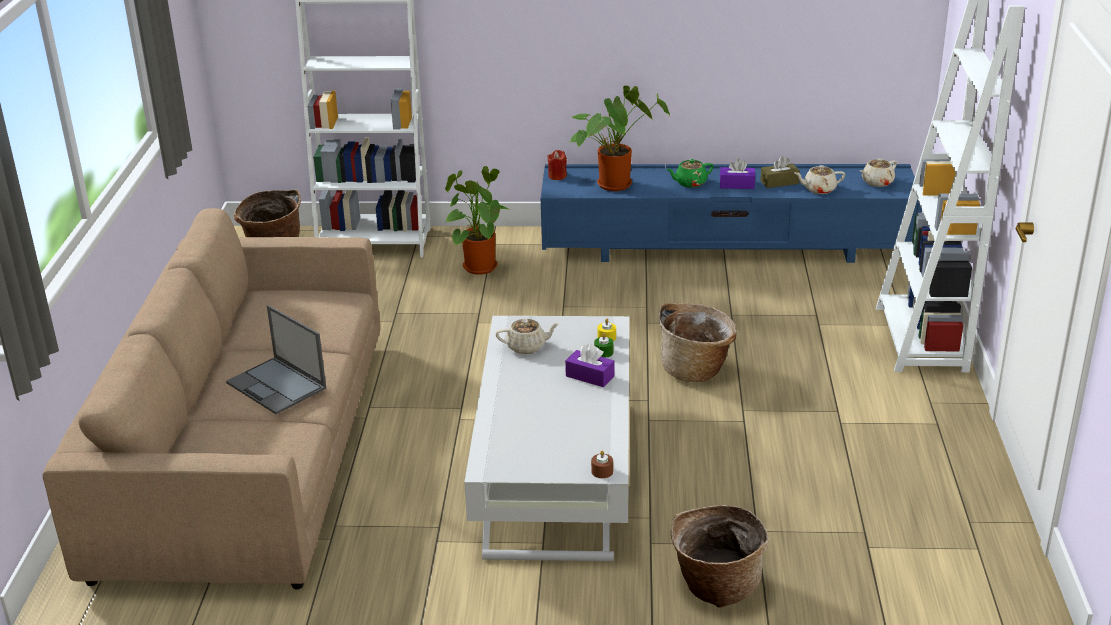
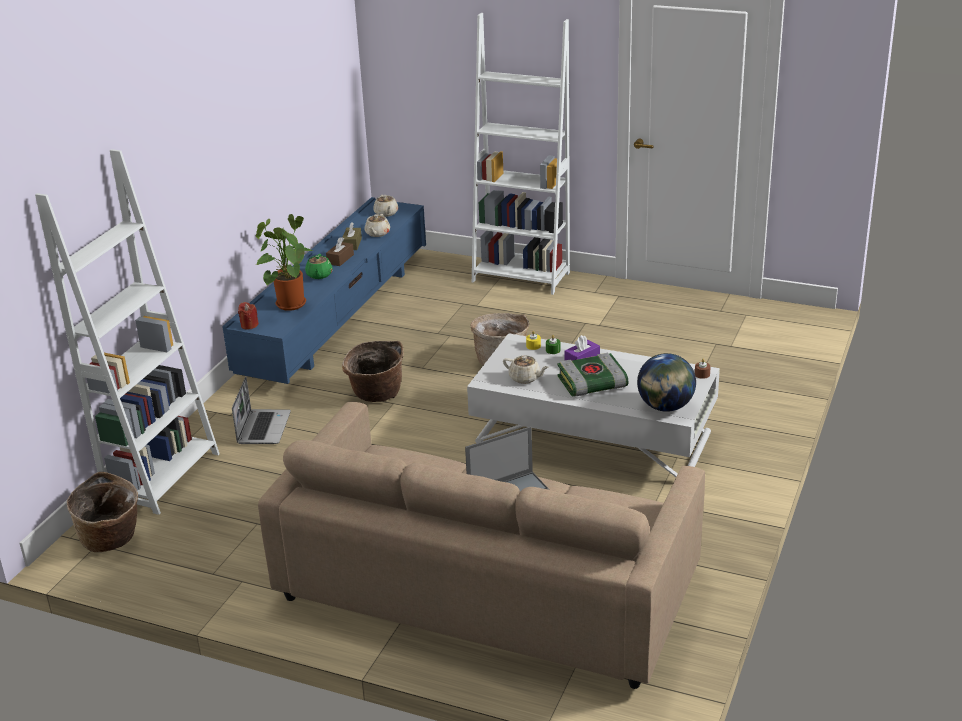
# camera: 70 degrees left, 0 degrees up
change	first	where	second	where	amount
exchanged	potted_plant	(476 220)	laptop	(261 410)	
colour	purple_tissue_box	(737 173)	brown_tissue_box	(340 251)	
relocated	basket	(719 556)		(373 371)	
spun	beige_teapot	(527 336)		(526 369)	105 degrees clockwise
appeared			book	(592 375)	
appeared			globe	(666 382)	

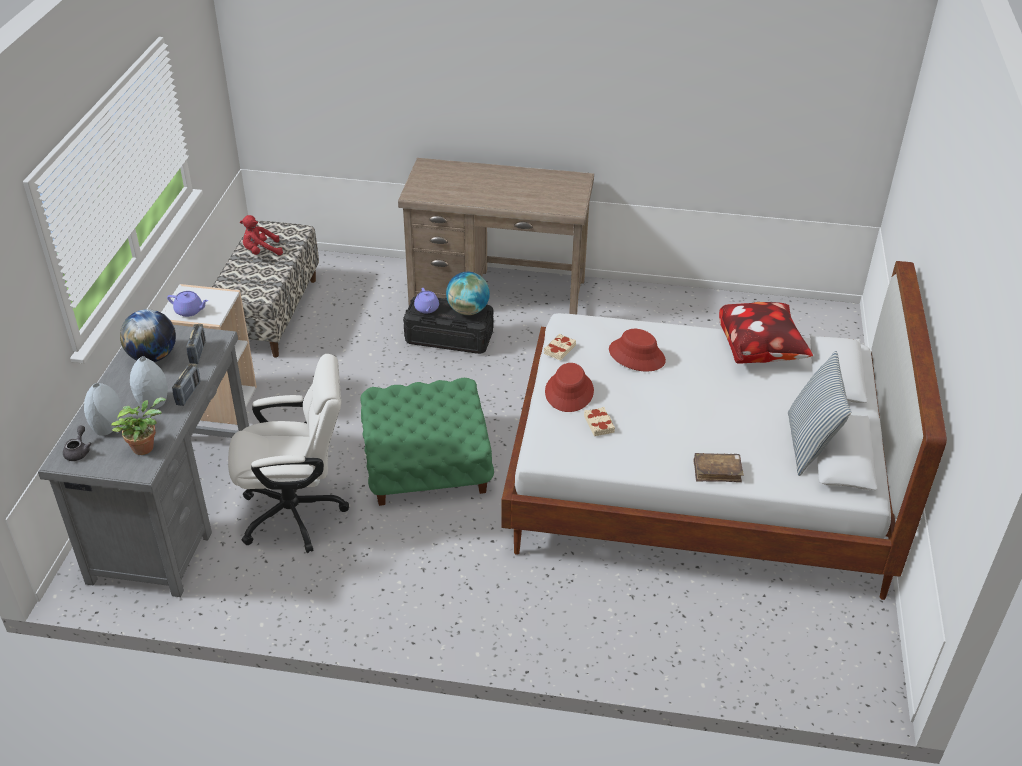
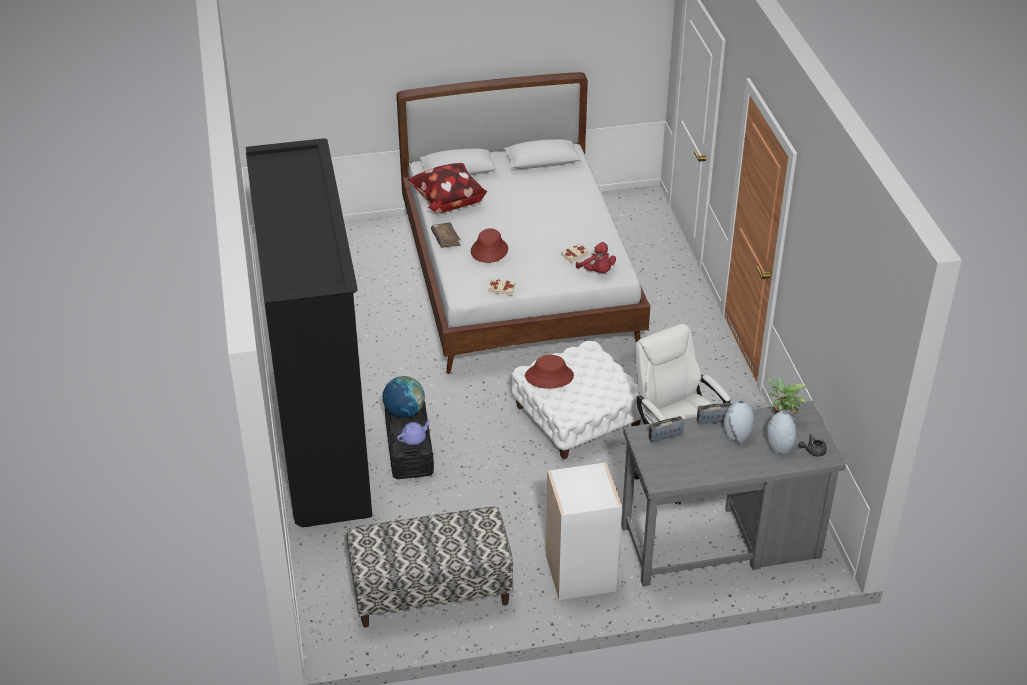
# camera: 110 degrees left, 0 degrees up
change	first	where	second	where	amount
exchanged	brown_desk	(496 236)	black_wardrobe	(309 332)	
relocated	brown_book	(719 467)		(446 235)	
colour	green_ottoman	(427 442)	white_ottoman	(576 400)	
relocated	red_hat	(569 387)		(549 372)	
relocated	red_plush_toy	(261 235)		(596 257)	
missing	globe	(148 335)			
missing	purple_teapot	(188 304)			
missing	pillow	(819 413)			

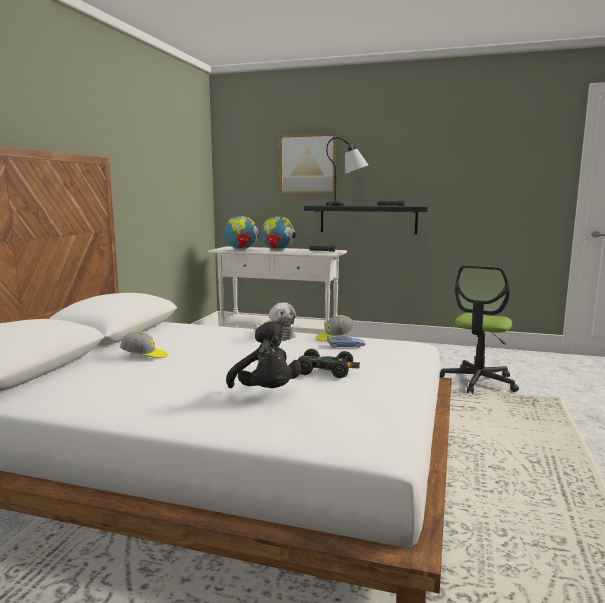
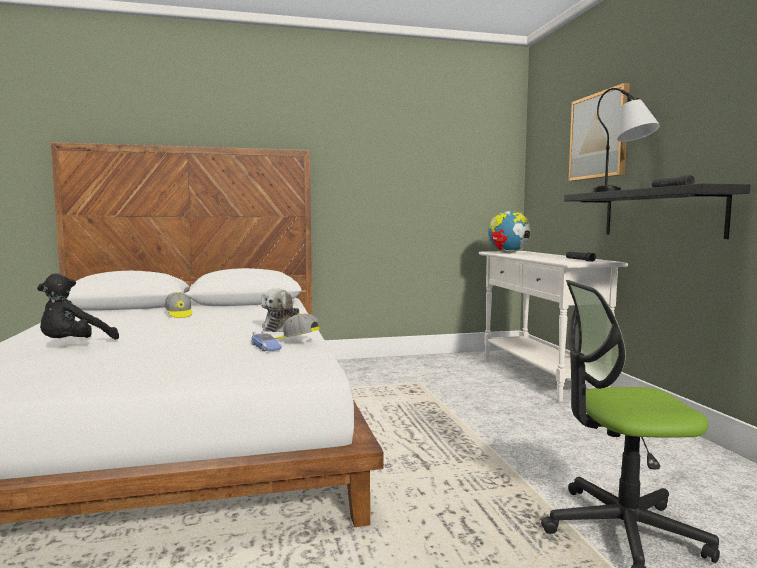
# camera: 60 degrees right, 5 degrees down
change	first	where	second	where	amount
missing	globe	(278 233)			
missing	black_toy_car	(329 363)			

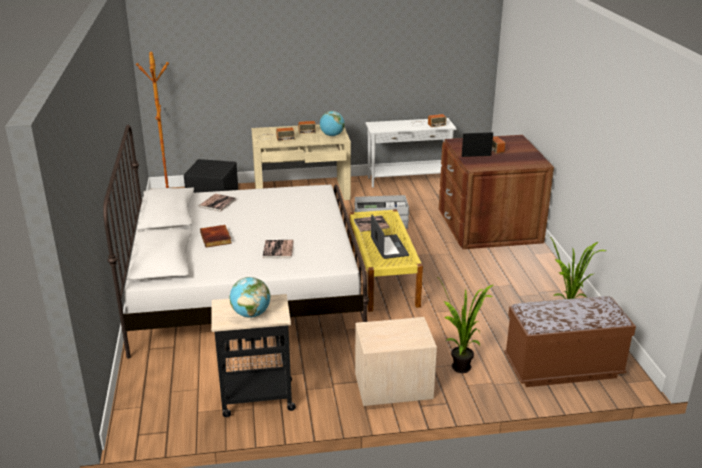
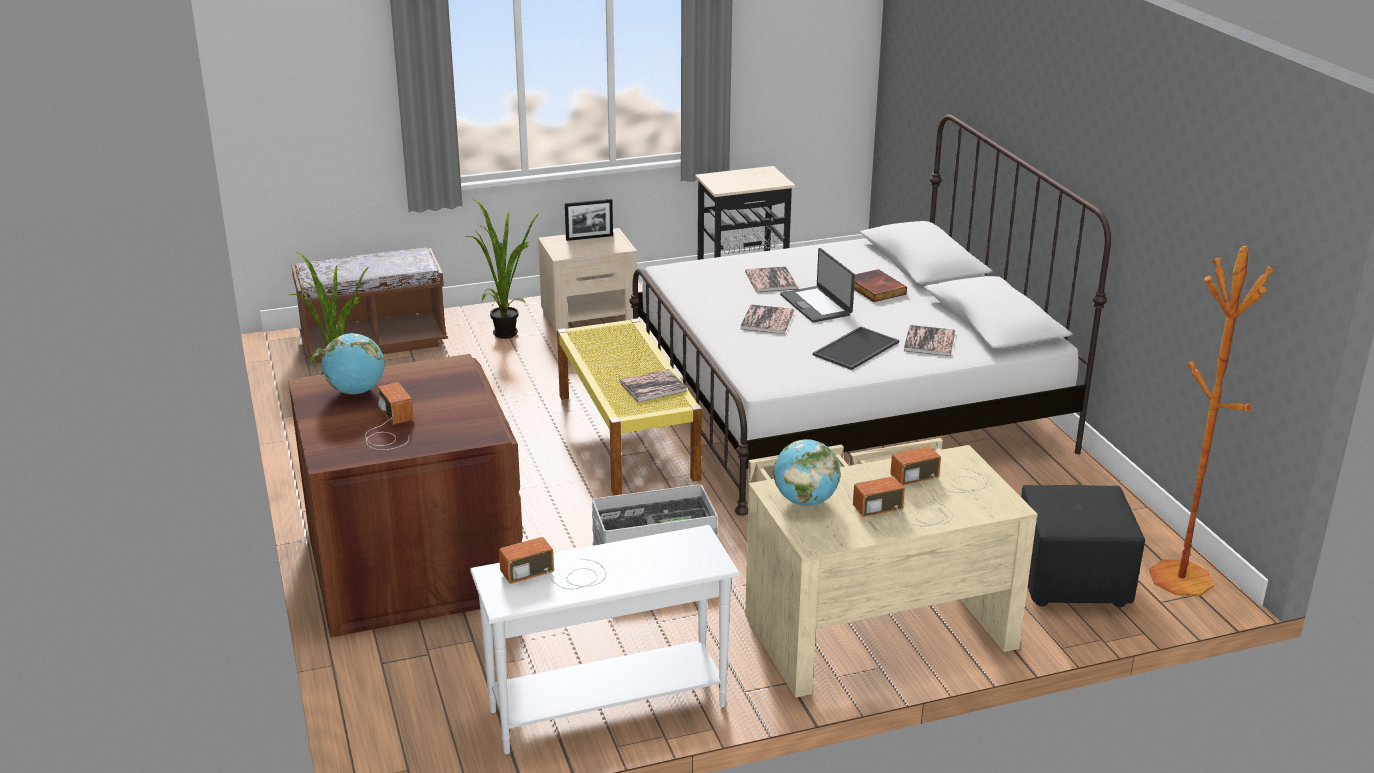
# camera: 170 degrees right, 0 degrees up
change	first	where	second	where	amount
relocated	globe	(250 297)		(353 363)	
relocated	picture_frame	(477 144)		(589 220)	
appeared			book	(767 319)	
relocated	laptop	(390 237)		(817 285)	
appeared			tray	(856 348)	

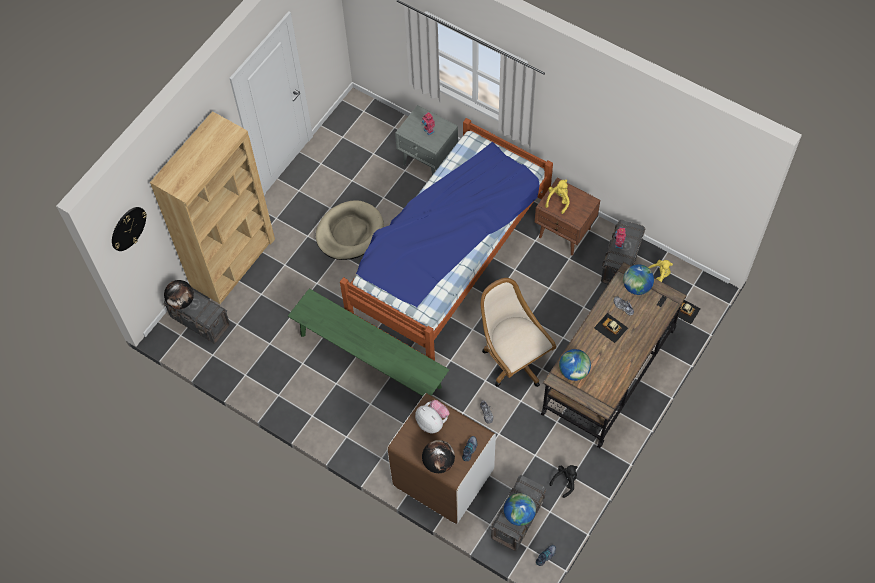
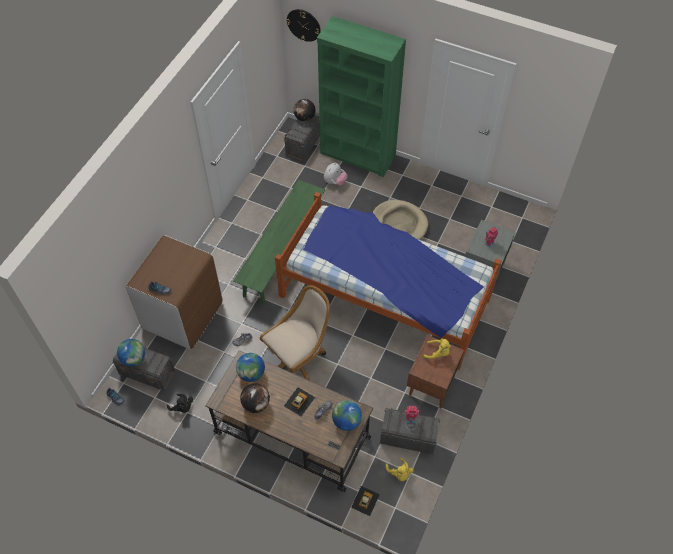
# camera: 80 degrees right, 5 degrees down
change	first	where	second	where	amount
relocated	globe	(438 456)		(255 398)	
colour	brown_bookcase	(212 207)	green_bookcase	(361 96)	
relocated	plush_toy	(432 416)		(336 174)	

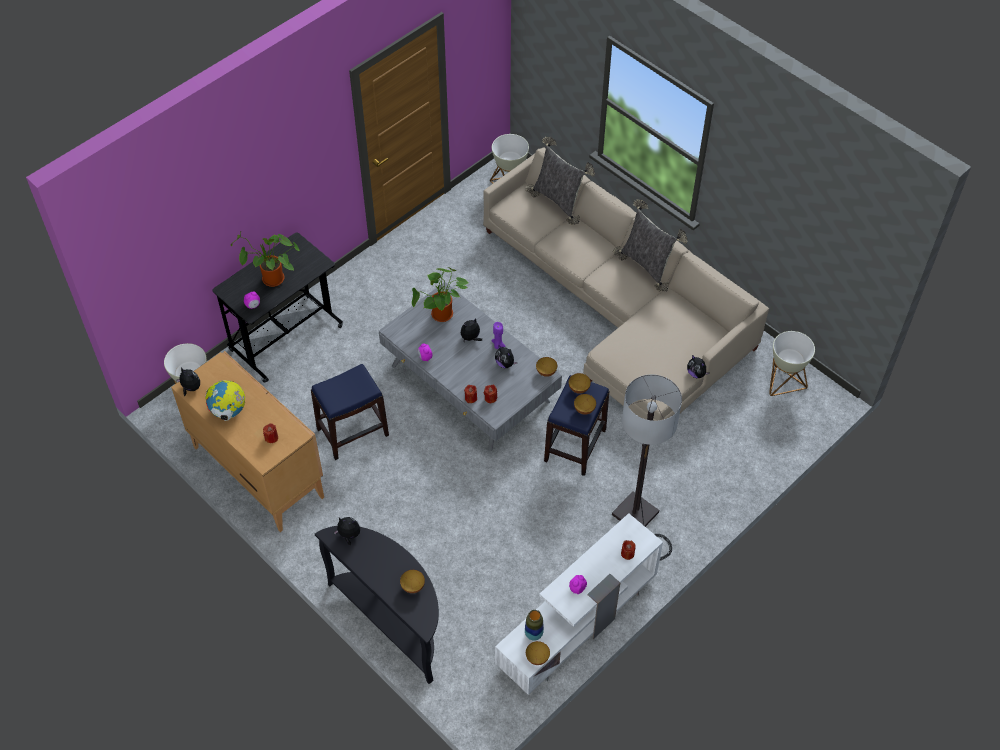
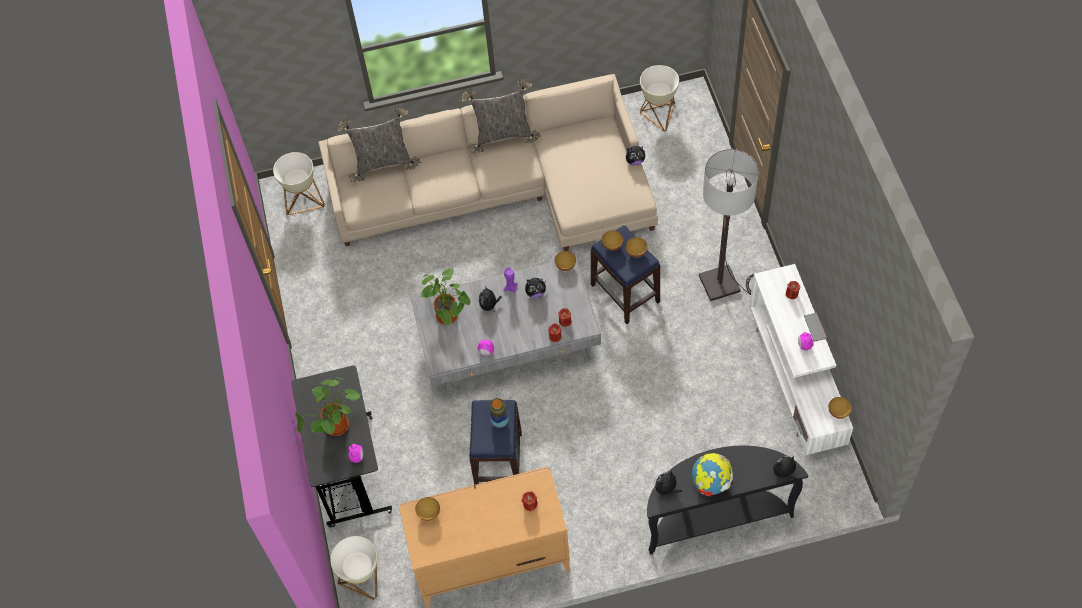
# camera: 55 degrees left, 5 degrees up
change	first	where	second	where	amount
relocated	bowl	(412 581)		(427 509)	
relocated	vase	(534 625)		(499 413)	
relocated	globe	(225 400)		(713 474)	
relocated	plush_toy	(188 381)		(785 468)	

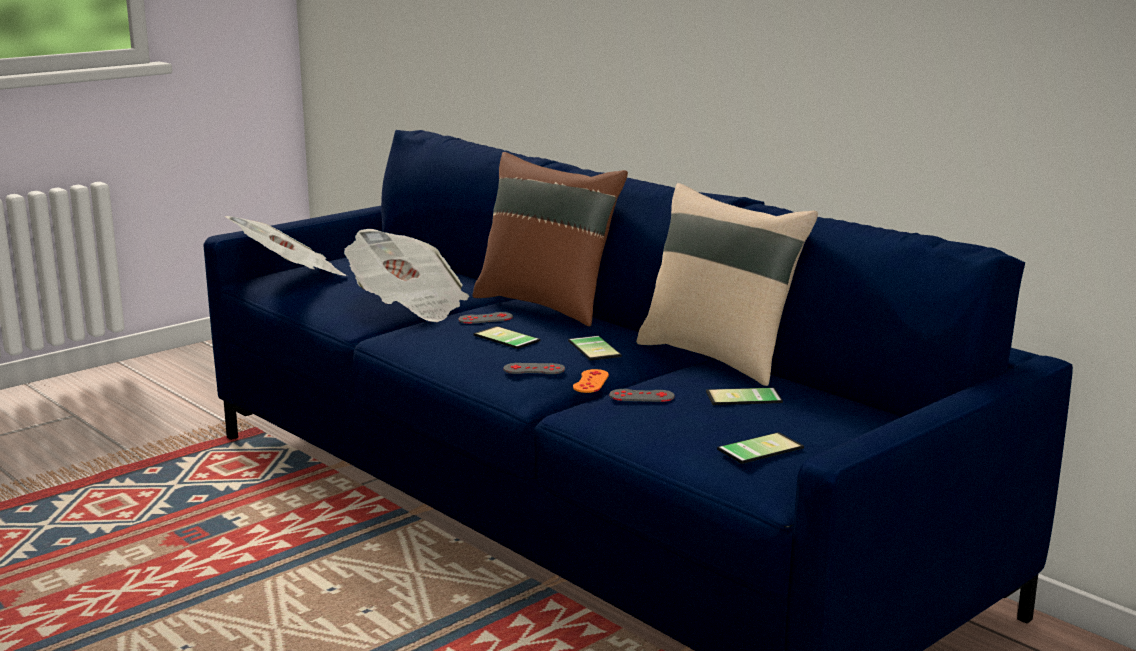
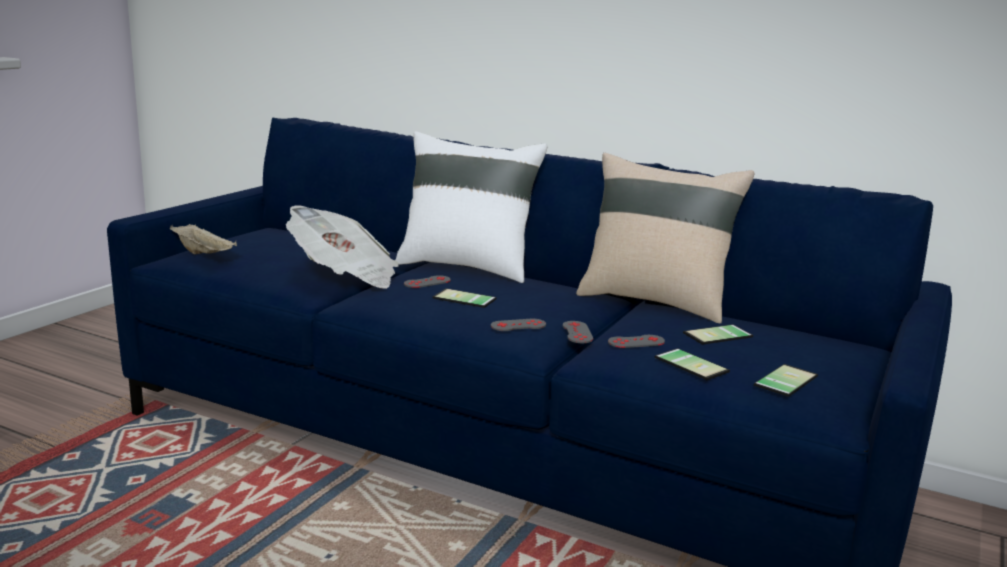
# camera: 20 degrees left, 0 degrees up
change	first	where	second	where	amount
exchanged	newspaper	(286 246)	beige_tray	(203 239)	
colour	brown_pillow	(550 239)	white_pillow	(471 207)	
colour	orange_game_controller	(591 381)	grey_game_controller	(578 332)	
relocated	phone	(595 348)		(692 364)	

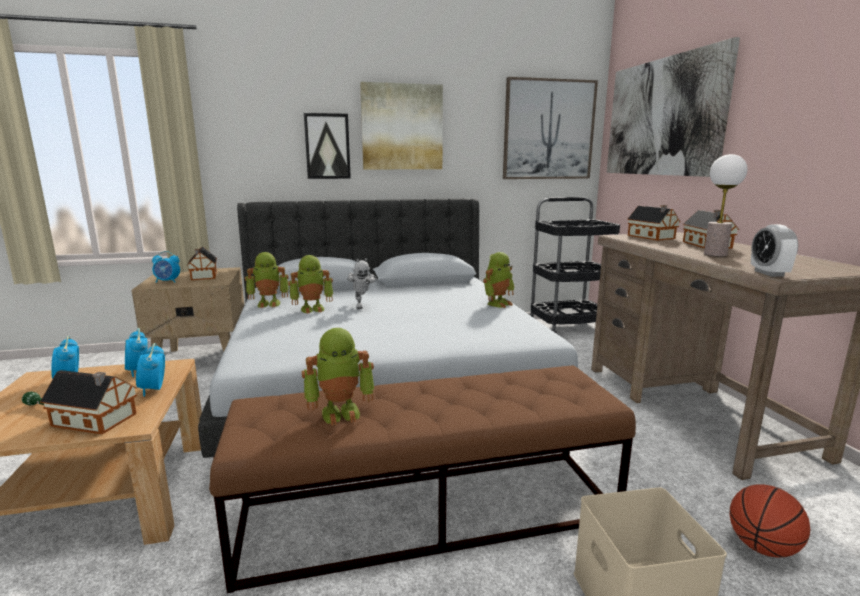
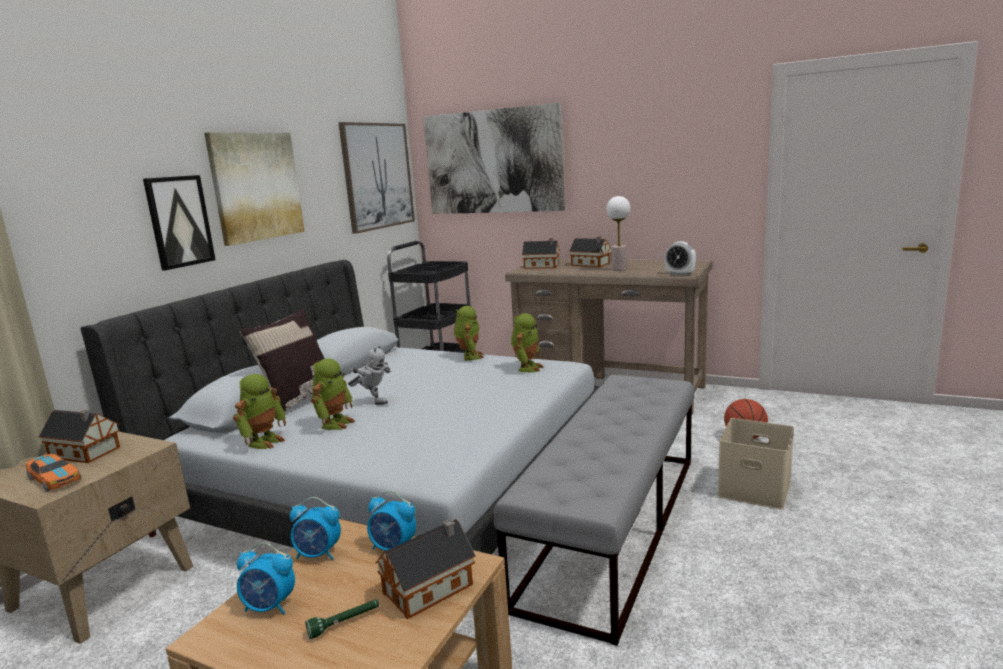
# camera: 50 degrees left, 0 degrees up
change	first	where	second	where	amount
exchanged	alarm_clock	(166 267)	toy_car	(53 473)	
appeared			pillow	(282 360)	
colour	brown_bench	(422 479)	grey_bench	(594 510)	
relocated	toy_robot	(338 376)		(527 342)	

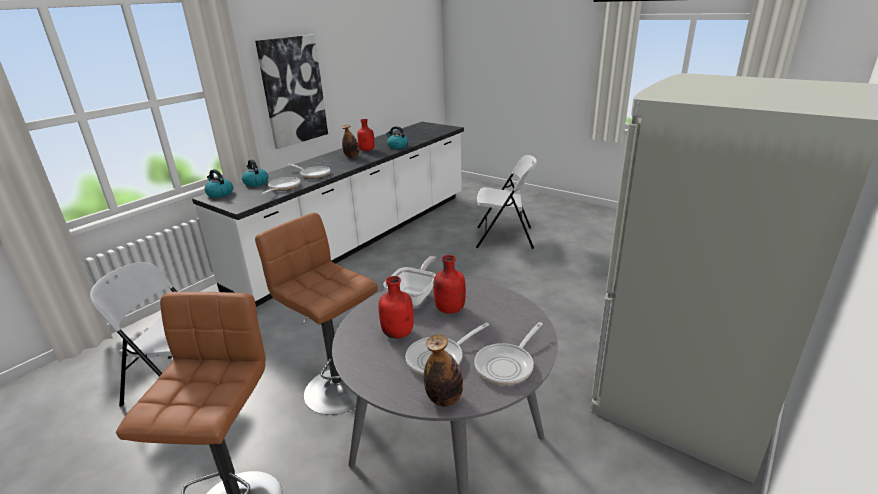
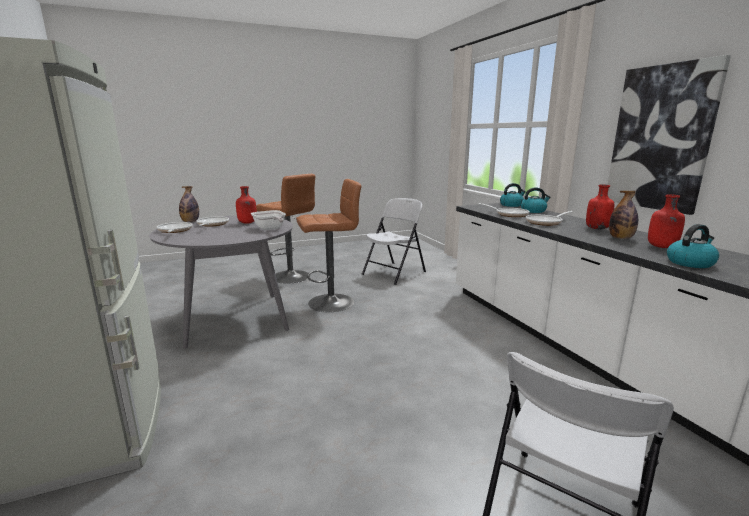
# camera: 120 degrees right, 10 degrees down
change	first	where	second	where	amount
relocated	red_bottle	(450 284)		(600 206)	

